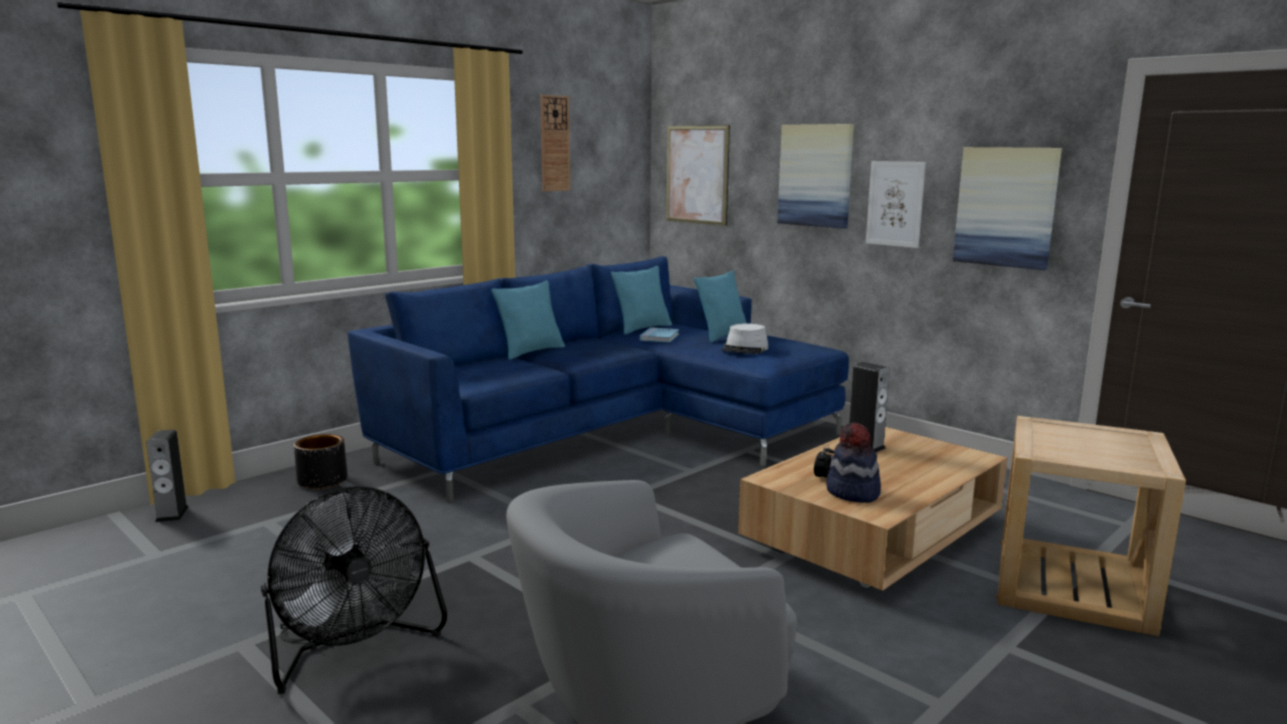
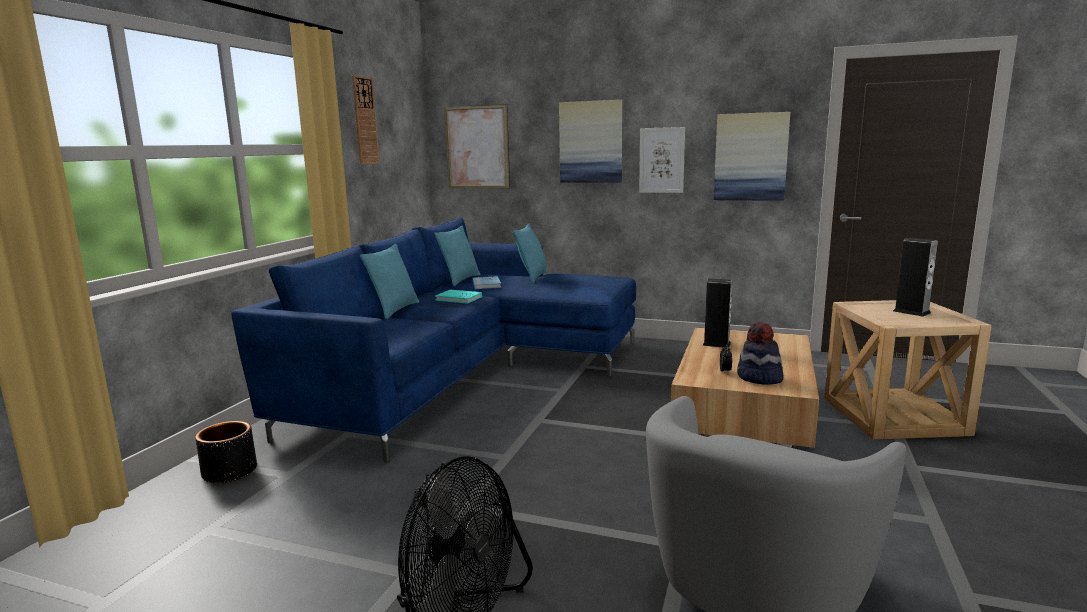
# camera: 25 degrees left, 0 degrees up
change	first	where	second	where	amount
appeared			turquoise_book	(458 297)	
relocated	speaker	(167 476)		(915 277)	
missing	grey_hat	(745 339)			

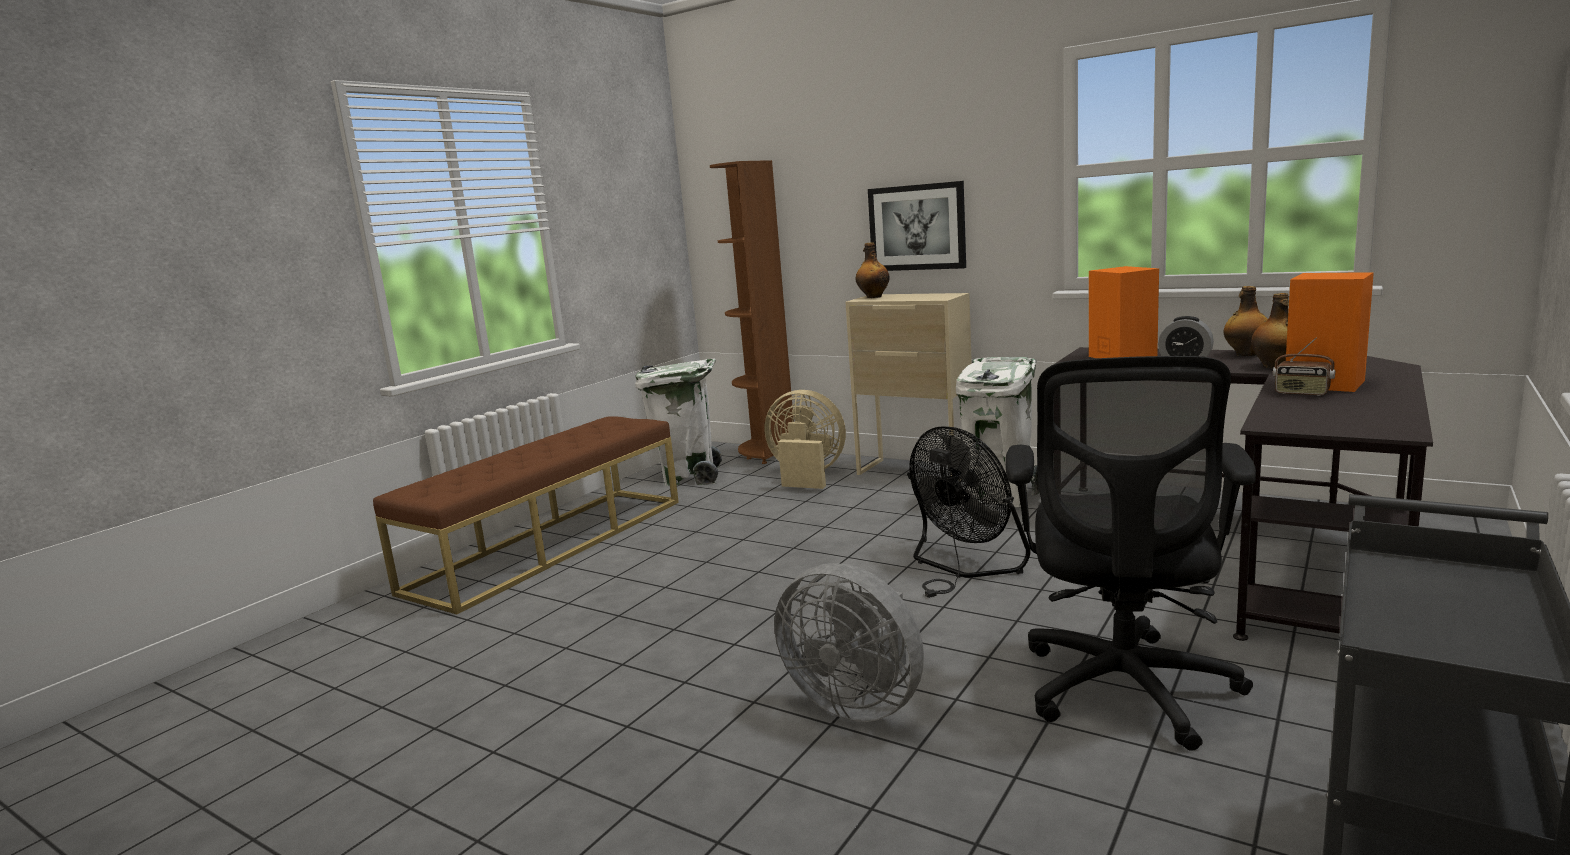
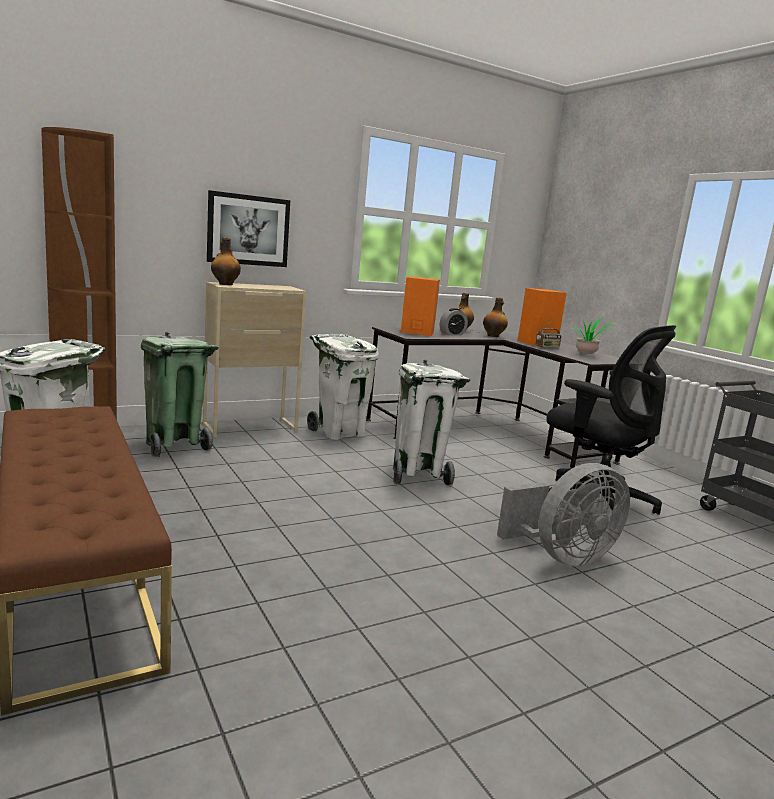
# camera: 65 degrees left, 0 degrees up
change	first	where	second	where	amount
exchanged	beige_fan	(805 439)	green_trash_can	(180 395)	
exchanged	black_fan	(968 512)	white_trash_can	(431 423)	
appeared			potted_plant	(592 336)	

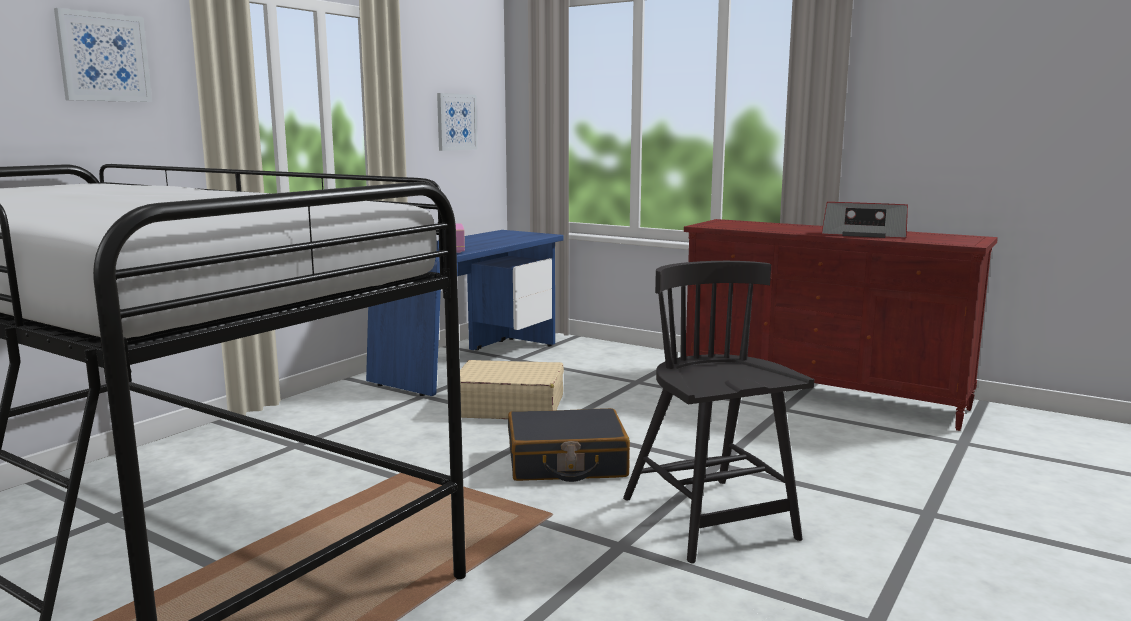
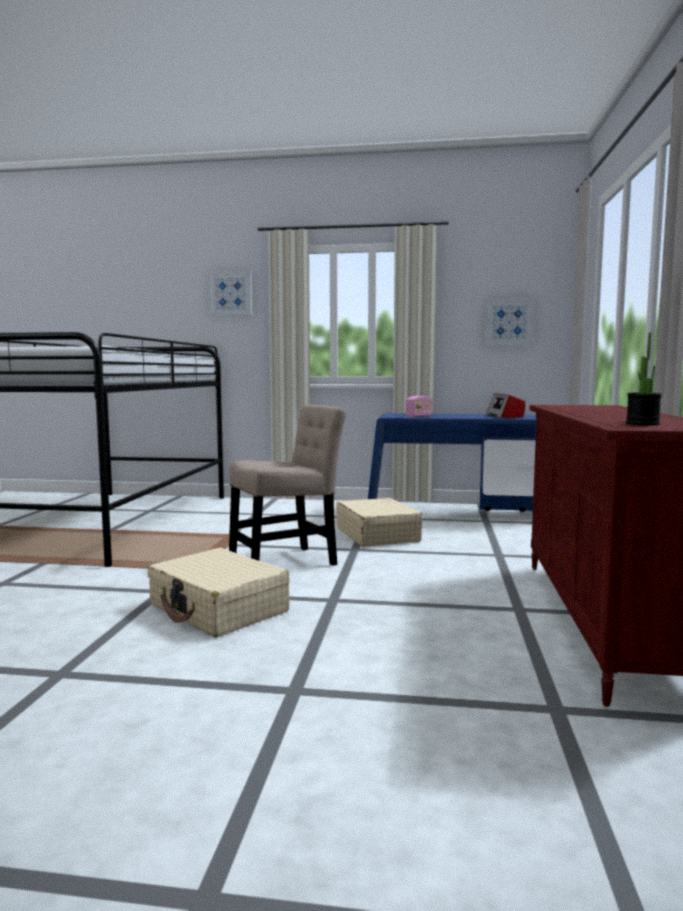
# camera: 65 degrees right, 5 degrees down
change	first	where	second	where	amount
exchanged	black_chair	(718 412)	beige_suitcase	(219 592)	
exchanged	black_suitcase	(569 445)	beige_chair	(287 485)	
relocated	radio	(865 220)		(505 405)	
appeared			potted_plant	(644 379)	

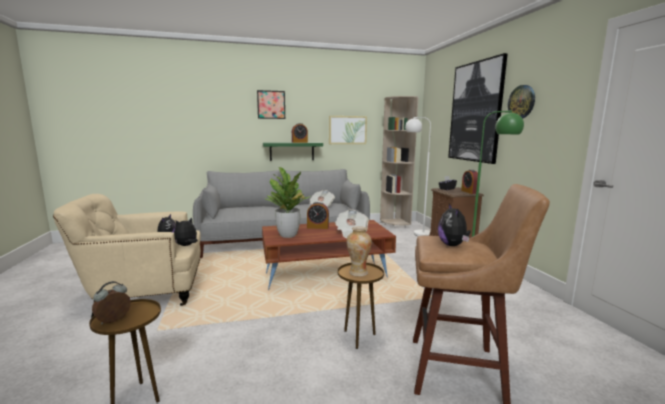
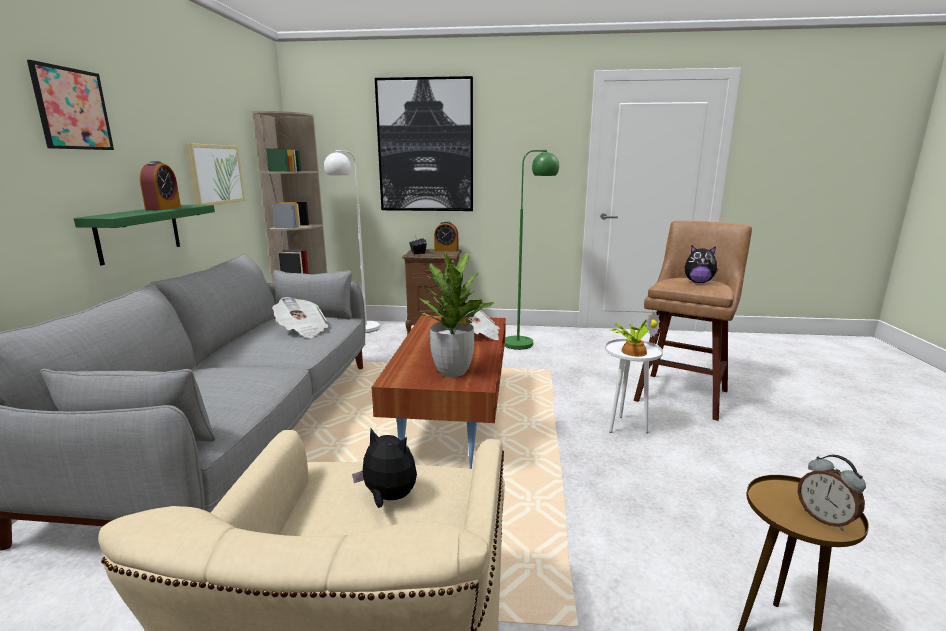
# camera: 70 degrees left, 5 degrees up
change	first	where	second	where	amount
colour	brown_side_table	(361 306)	white_side_table	(634 386)	
exchanged	vase	(359 251)	potted_plant	(635 334)	
missing	plush_toy	(186 232)			
missing	alarm_clock	(318 215)			
missing	wall_clock	(521 102)			

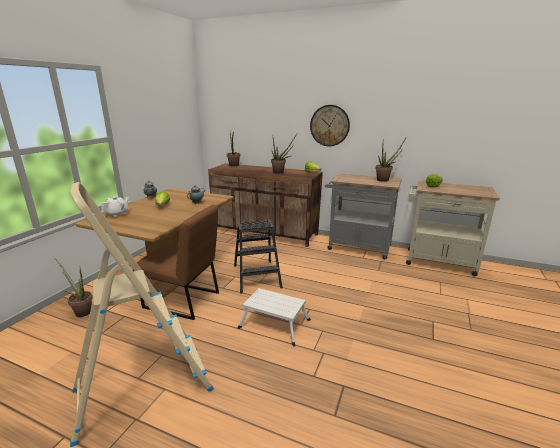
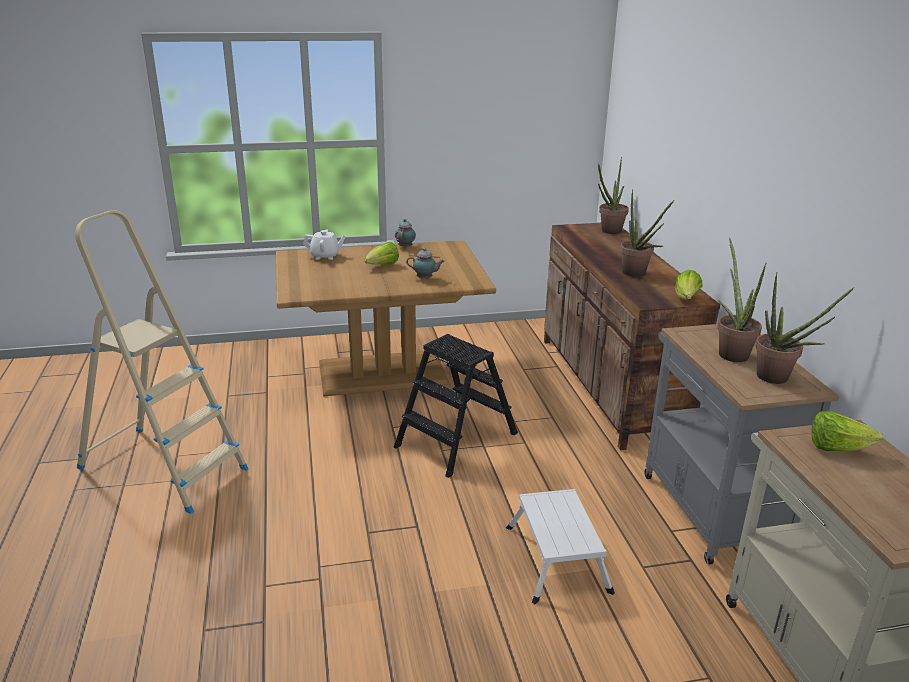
# camera: 55 degrees right, 5 degrees up
change	first	where	second	where	amount
relocated	white_step_ladder	(274 317)		(560 547)	
relocated	potted_plant	(74 287)		(741 300)	
missing	brown_chair	(176 262)			
missing	wall_clock	(330 126)			

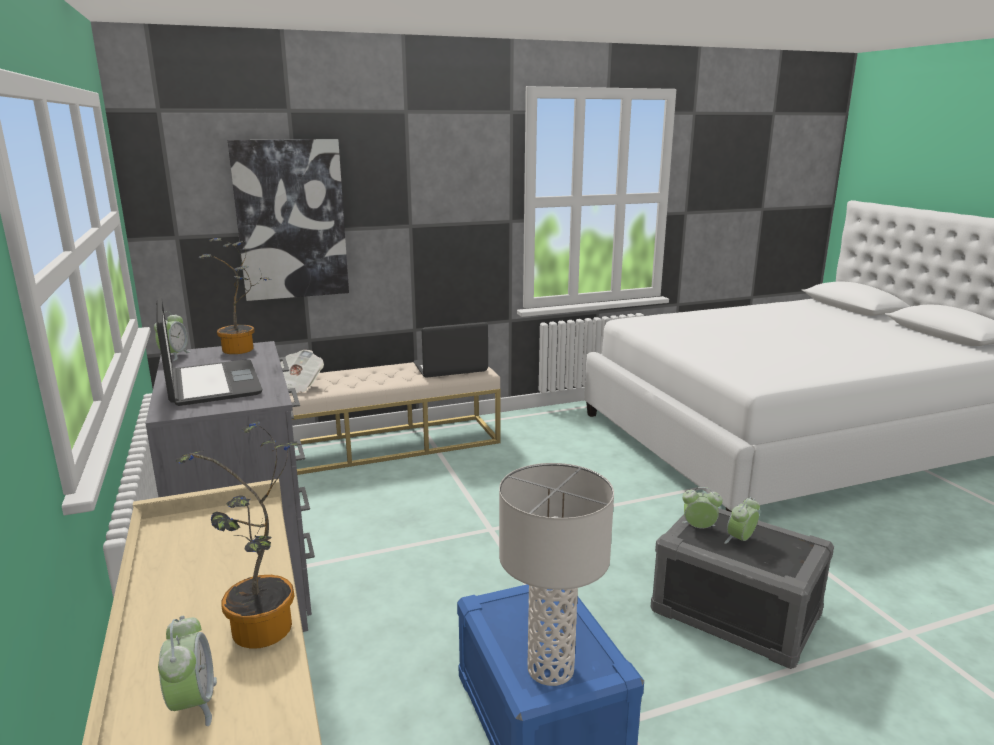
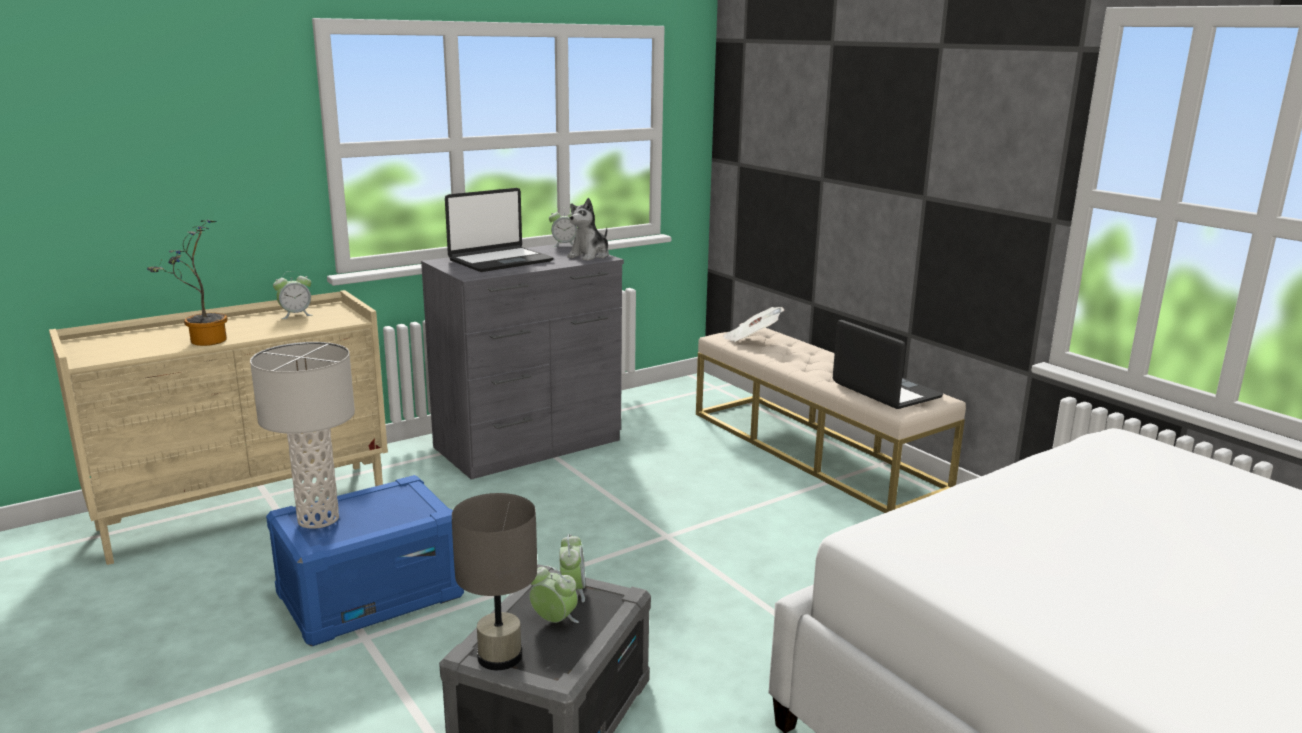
# camera: 75 degrees right, 0 degrees up
change	first	where	second	where	amount
relocated	alarm_clock	(187 671)		(293 295)	
appeared			grey_table_lamp	(494 581)	
exchanged	potted_plant	(235 296)	plush_toy	(588 229)	
missing	picture	(288 220)			

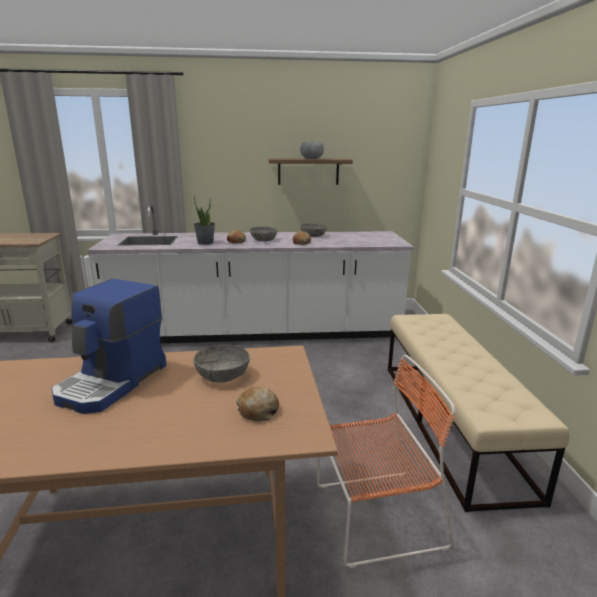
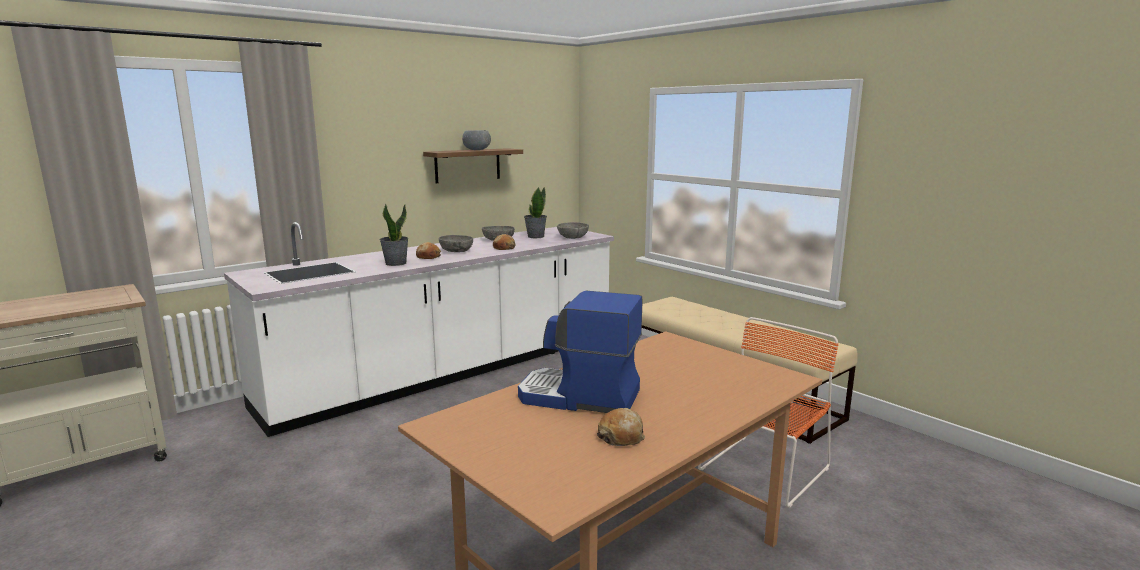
# camera: 35 degrees left, 5 degrees down
change	first	where	second	where	amount
spun	coffee_machine	(109 346)		(580 352)	120 degrees clockwise
appeared			potted_plant	(535 212)	
relocated	grey_bowl	(222 363)		(573 230)	
relocated	bread	(257 404)		(621 427)	

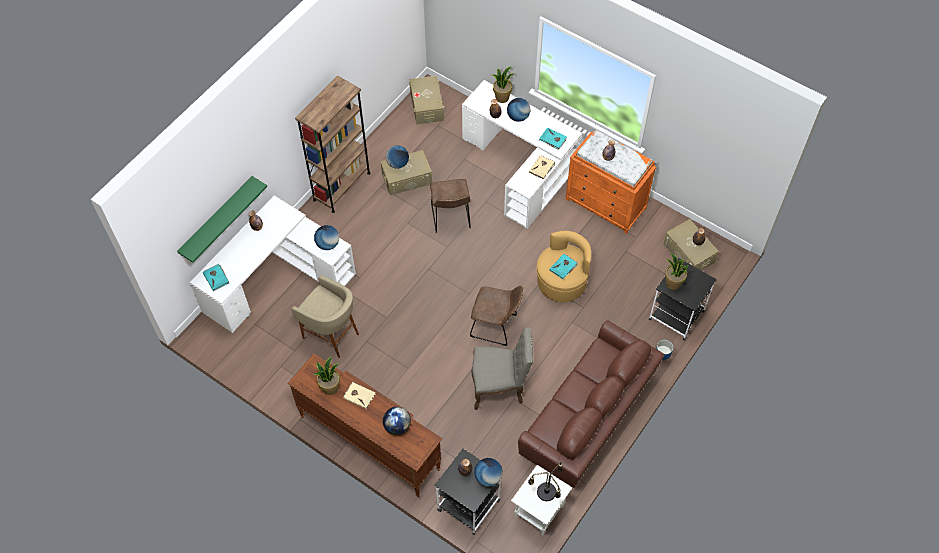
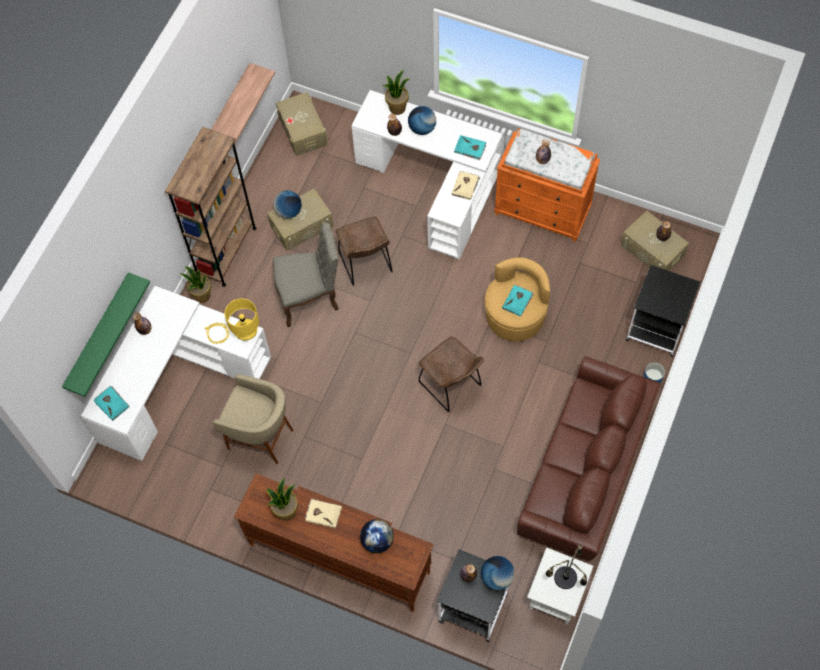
# camera: 10 degrees left, 5 degrees up
change	first	where	second	where	amount
relocated	potted_plant	(677 272)		(195 284)	
exchanged	globe	(326 237)	yellow_table_lamp	(232 321)	
appeared			shelf	(243 103)	
relocated	grey_chair	(502 368)		(305 274)	
spun	brown_chair	(496 316)		(451 374)	45 degrees clockwise

